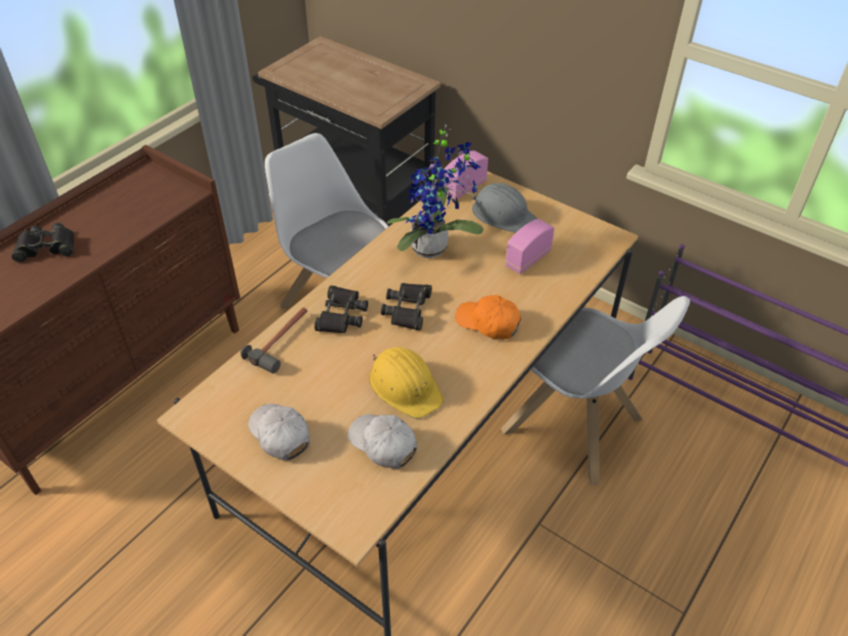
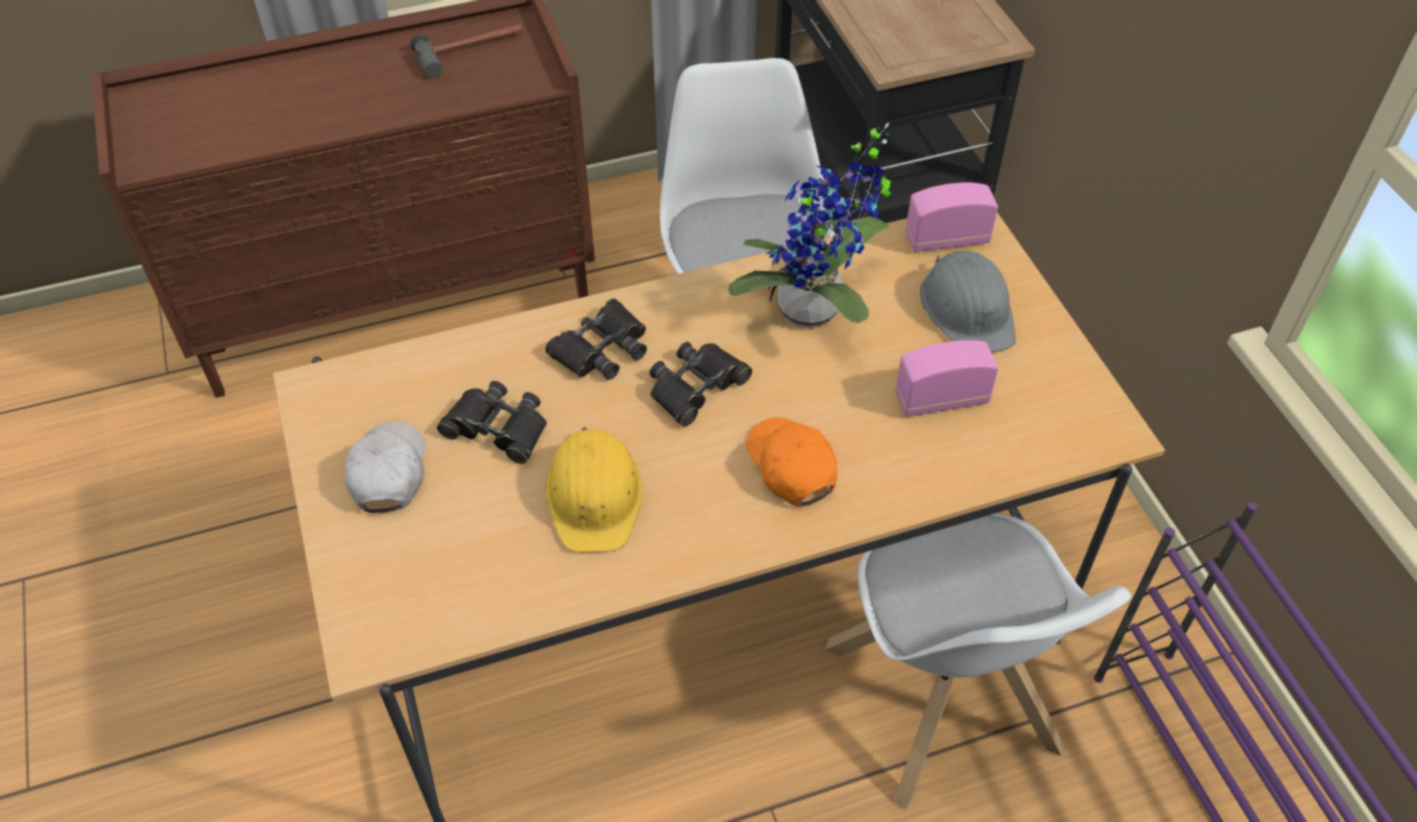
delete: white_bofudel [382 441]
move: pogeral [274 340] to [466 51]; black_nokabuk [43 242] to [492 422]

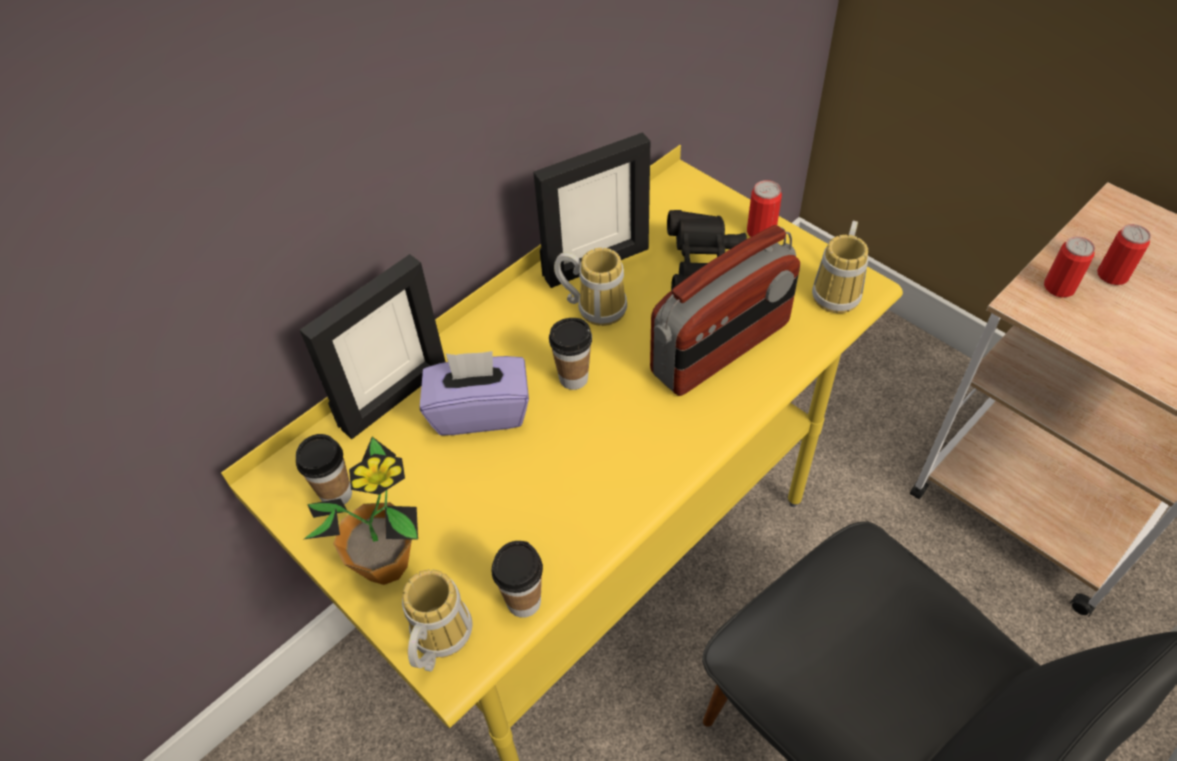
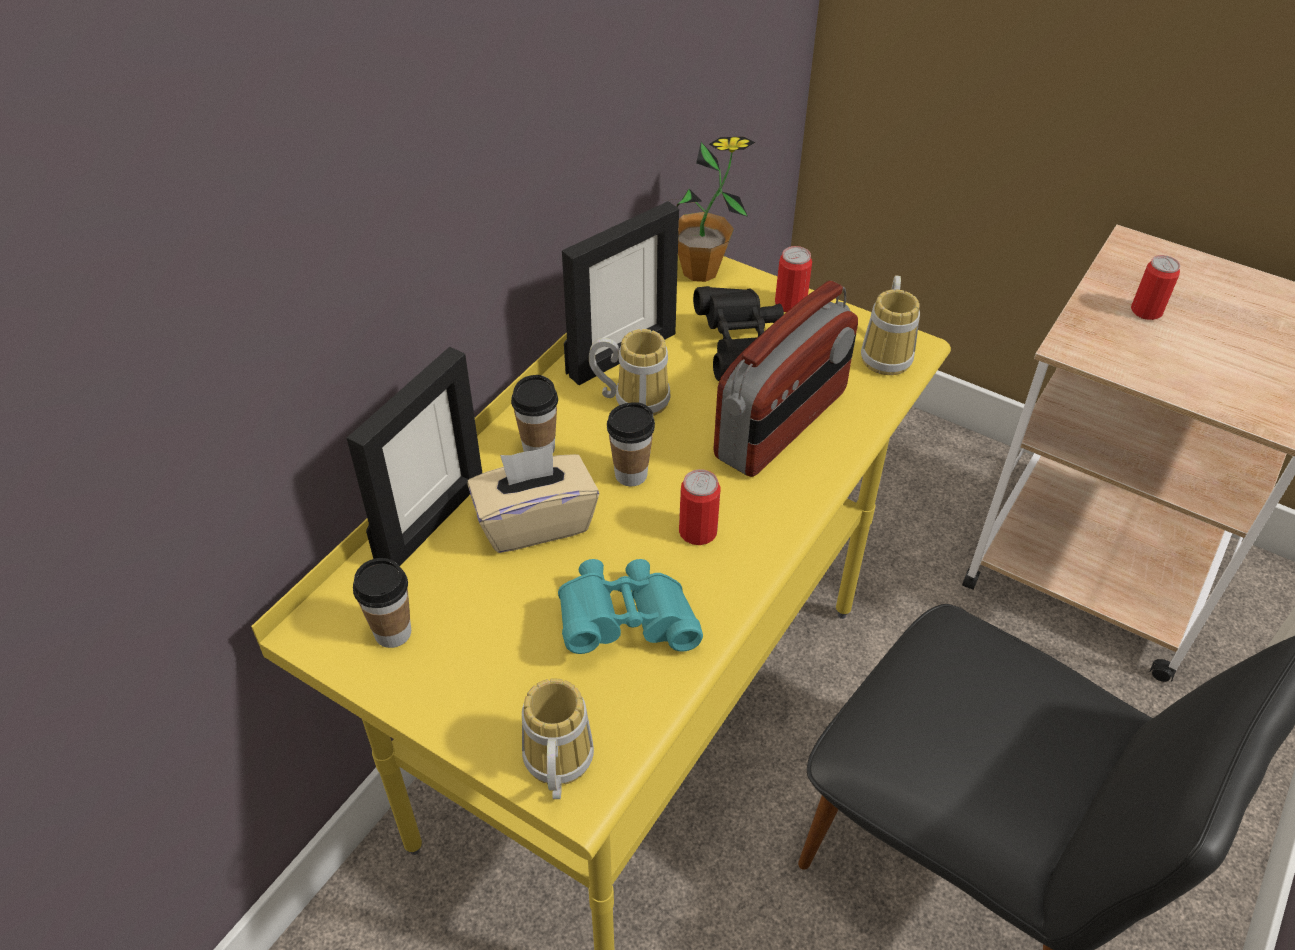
insert: turquoise_nokabuk [630 606]
move: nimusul [517 579] to [534 413]; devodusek [361 511] to [709 209]; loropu [1069 266] to [700 507]
recolor: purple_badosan [474 393] to beige_badosan [533 499]

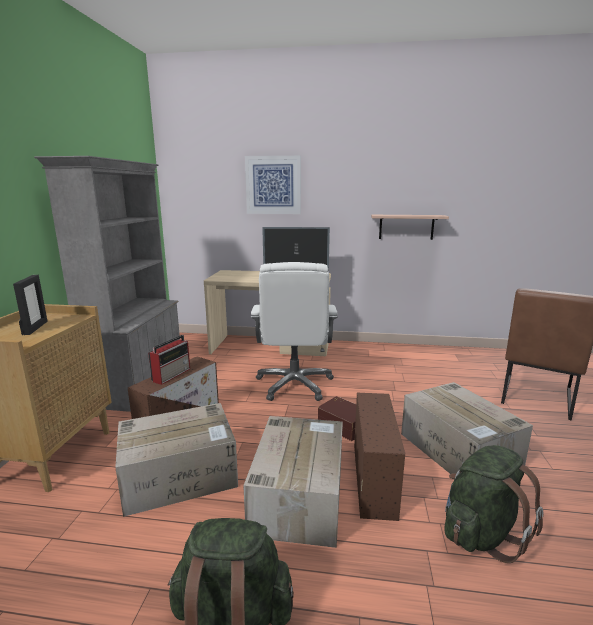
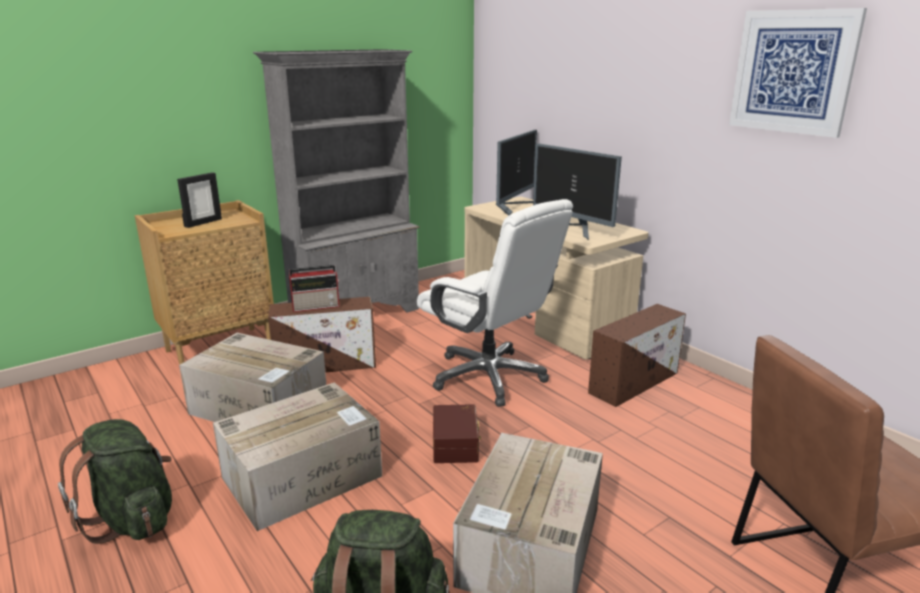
delete: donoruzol [410 227]
insert: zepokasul [516 173]
move: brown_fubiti [379 457] to [637 355]; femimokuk [273 184] to [798 73]
rotate: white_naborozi [294 331] = [495 303] 90 degrees counterclockwise

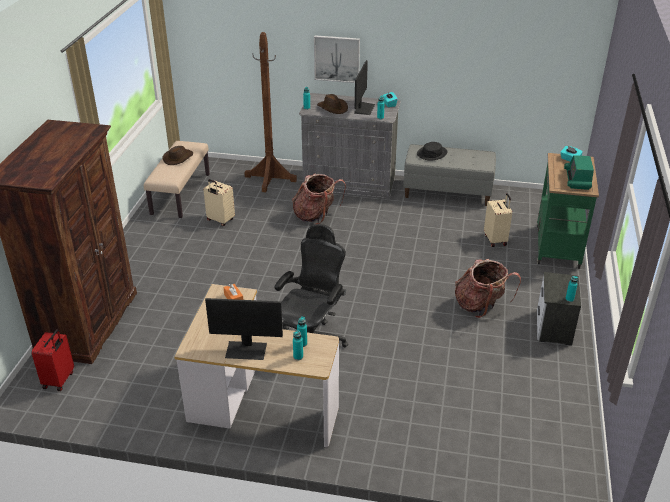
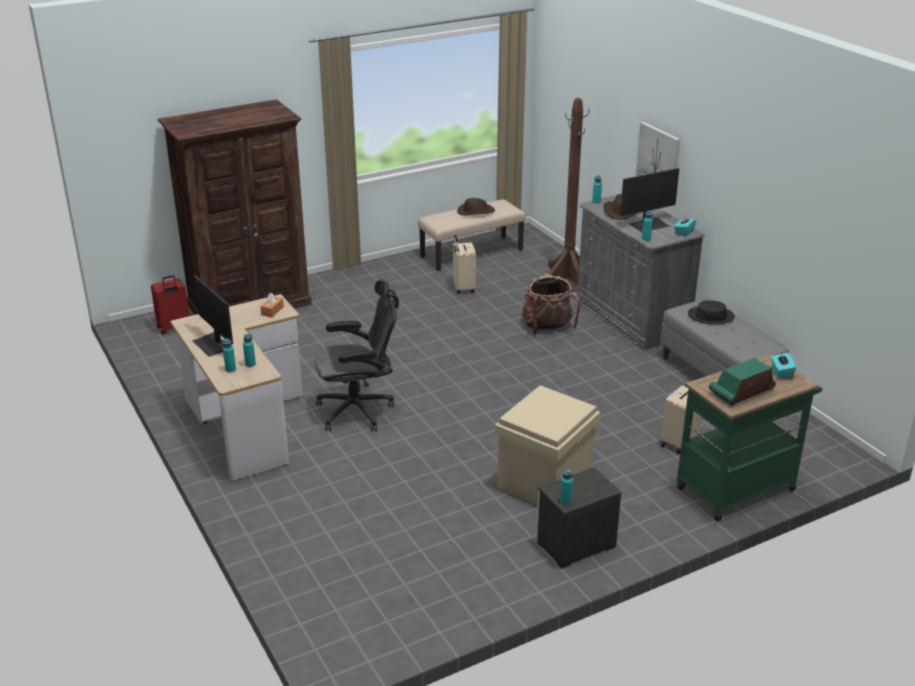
replace: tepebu [488 288] to beige_fubiti [547 445]

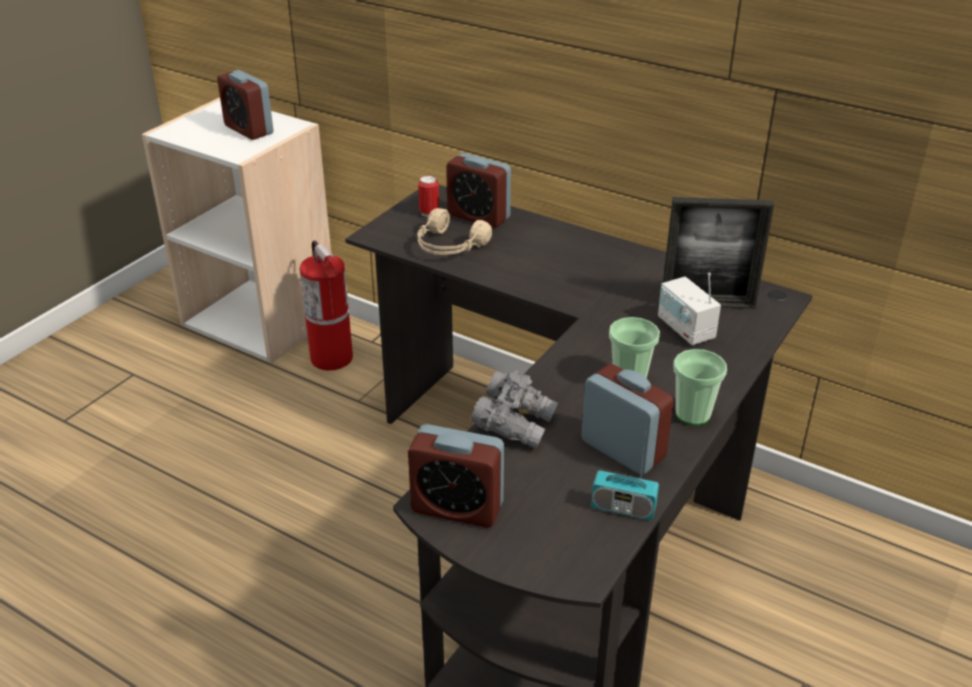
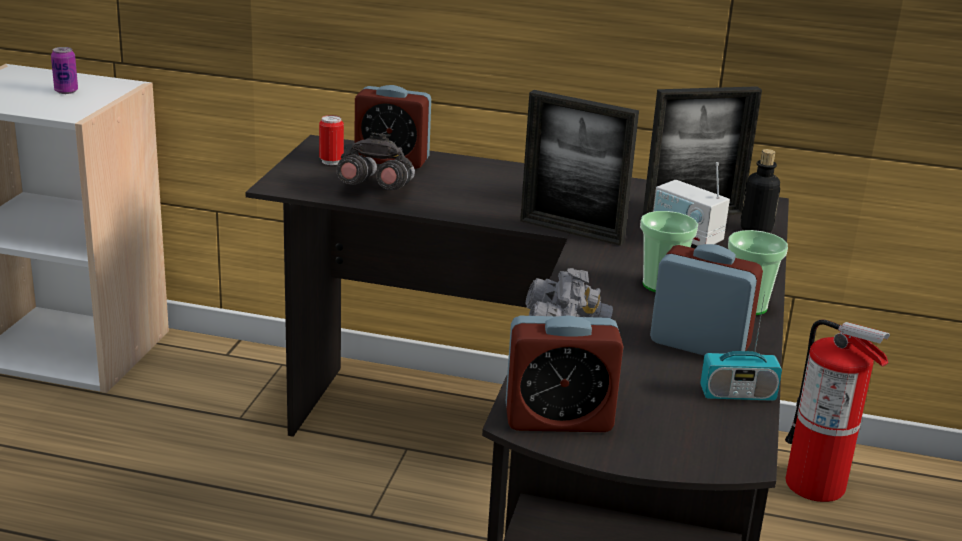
insert: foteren [579 168]; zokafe [760 191]
move: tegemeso [326 305] to [837 410]
replace: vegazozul [245 105] to loropu [64 70]; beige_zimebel [454 231] to grey_nokabuk [375 162]

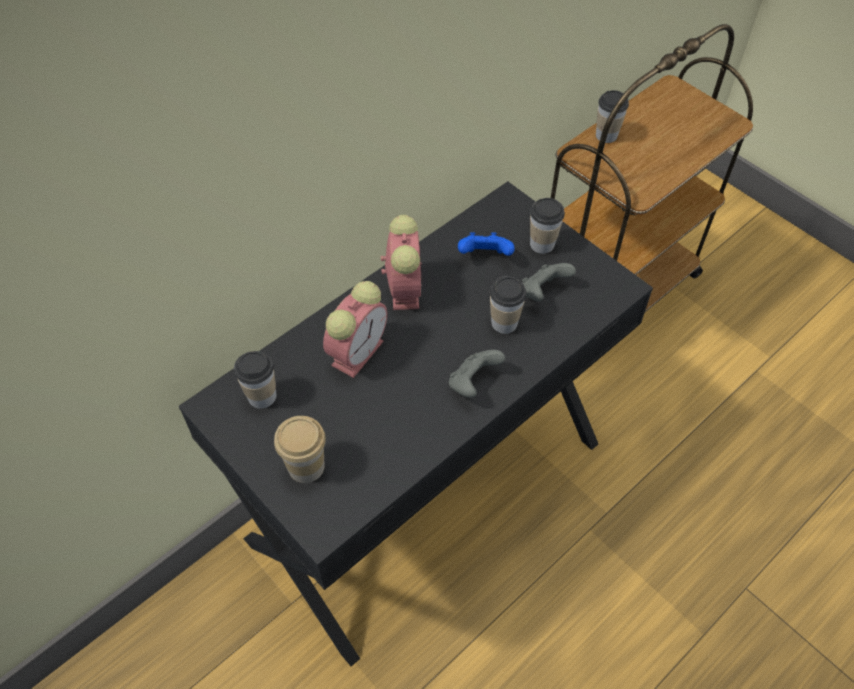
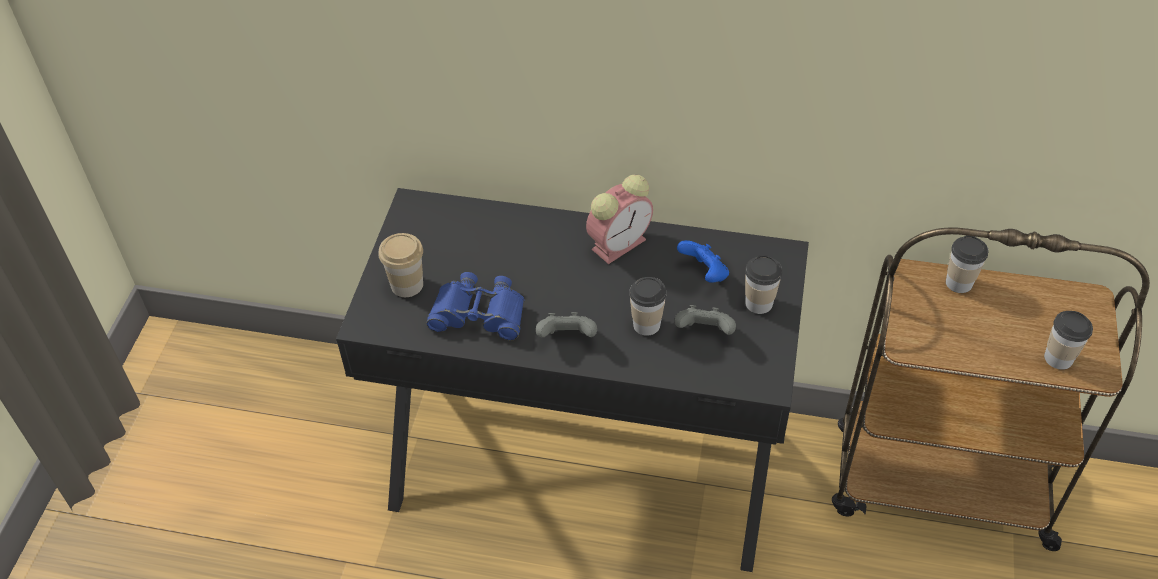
delete: vegazozul [355 329]
insert: blue_nokabuk [475 306]
move: nimusul [255 380] to [1068 340]

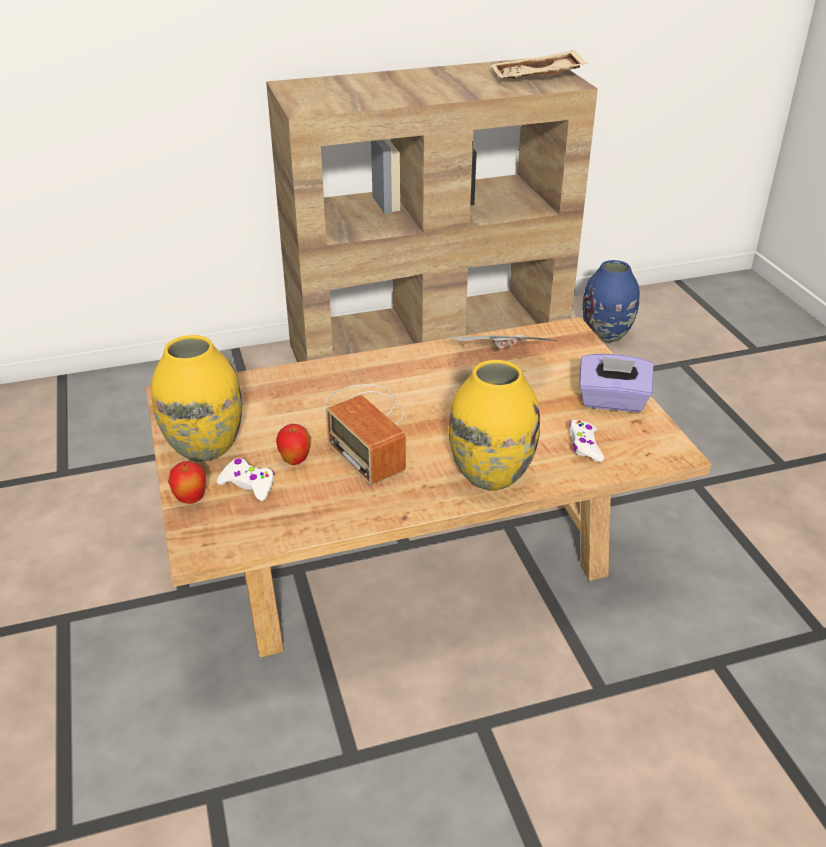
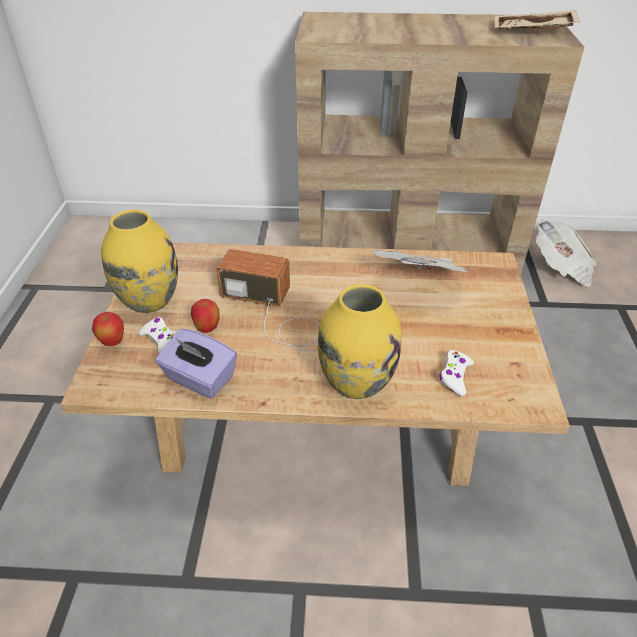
move: purple_badosan [616 383] to [196 363]
replace: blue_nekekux [611 301] to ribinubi [566 253]
rotate: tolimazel [364 434] = [271 300] 120 degrees clockwise

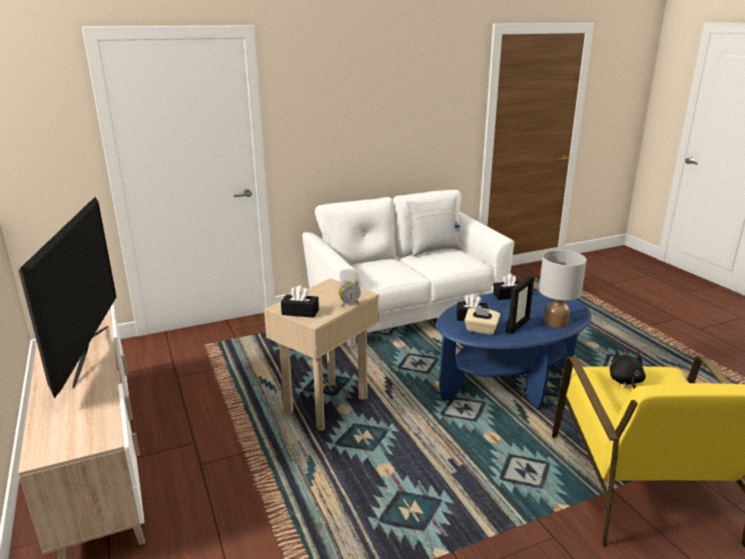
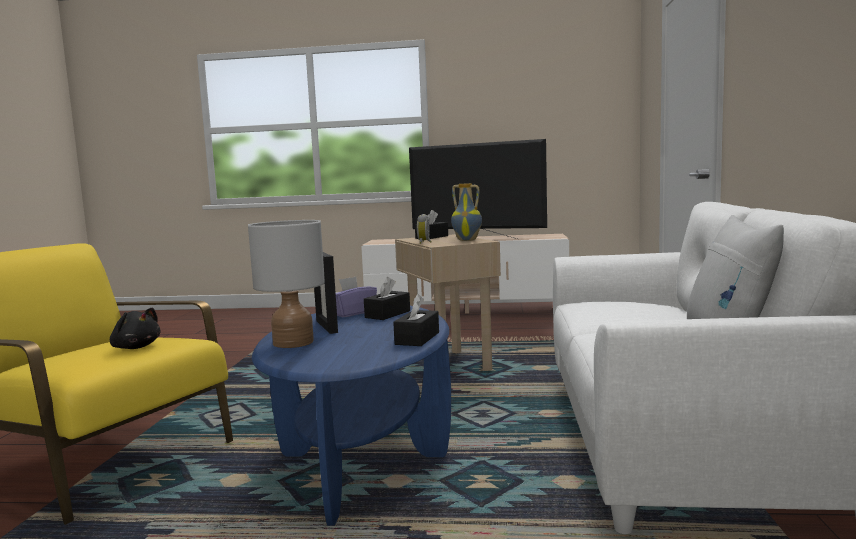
insert: nekekux [466 212]
recolor: beige_badosan [482 321] to purple_badosan [356 297]

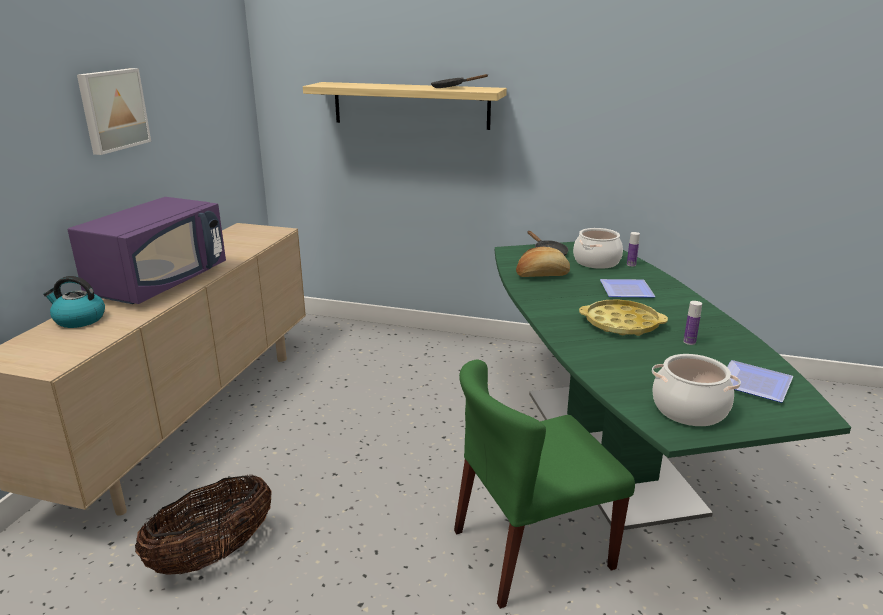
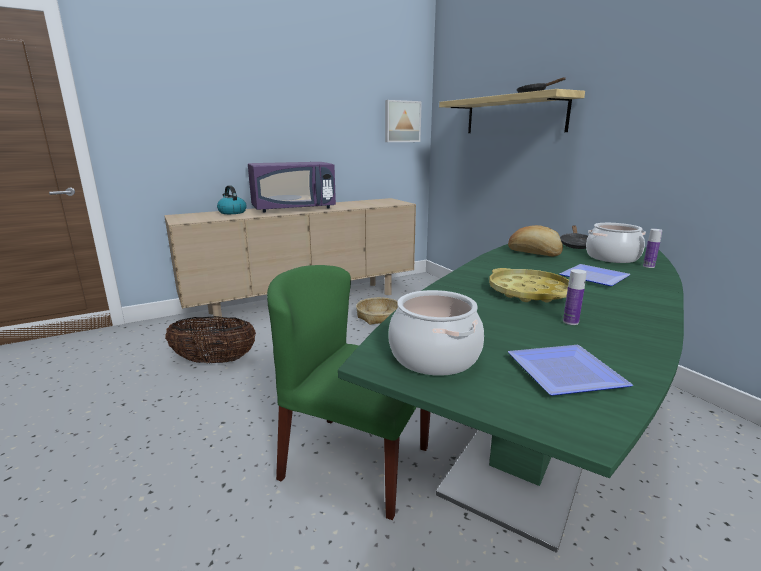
insert: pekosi [377 311]
move: femimokuk [114 111] to [403 121]

